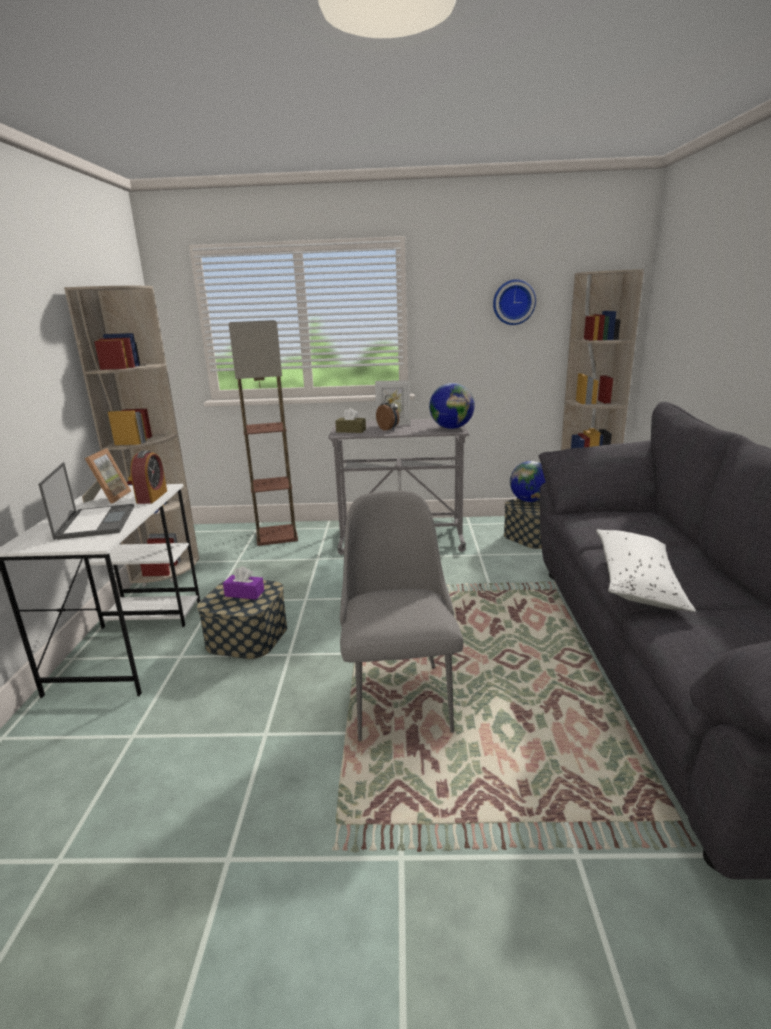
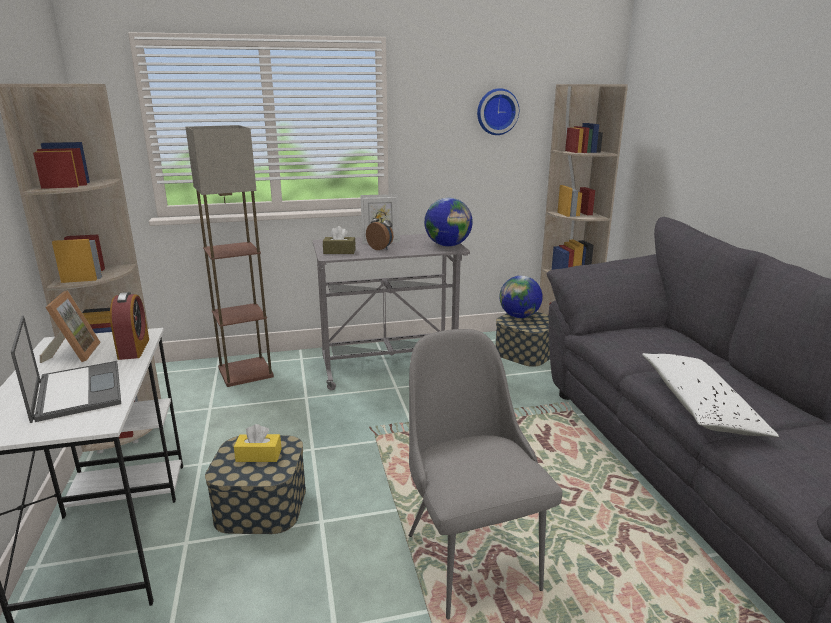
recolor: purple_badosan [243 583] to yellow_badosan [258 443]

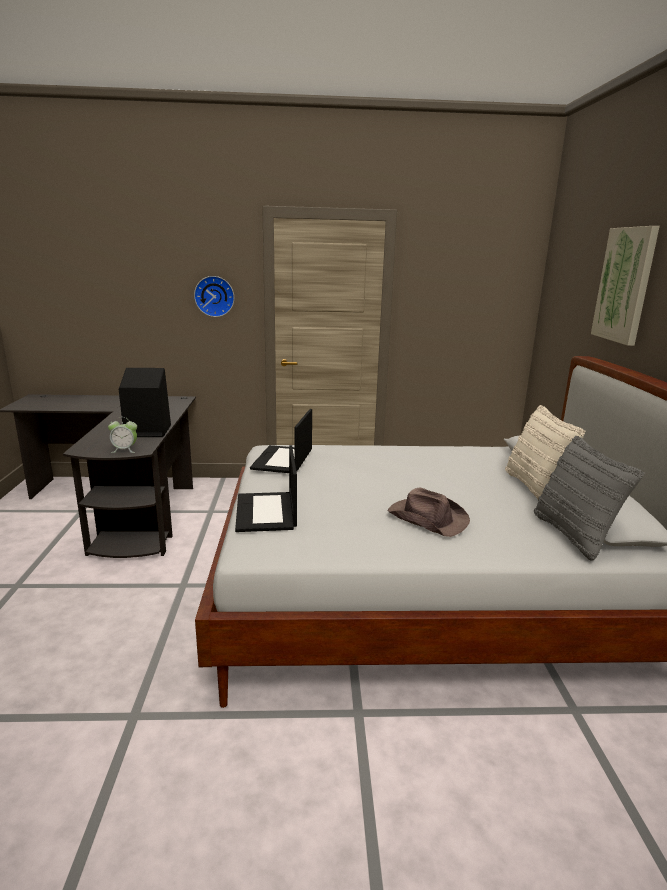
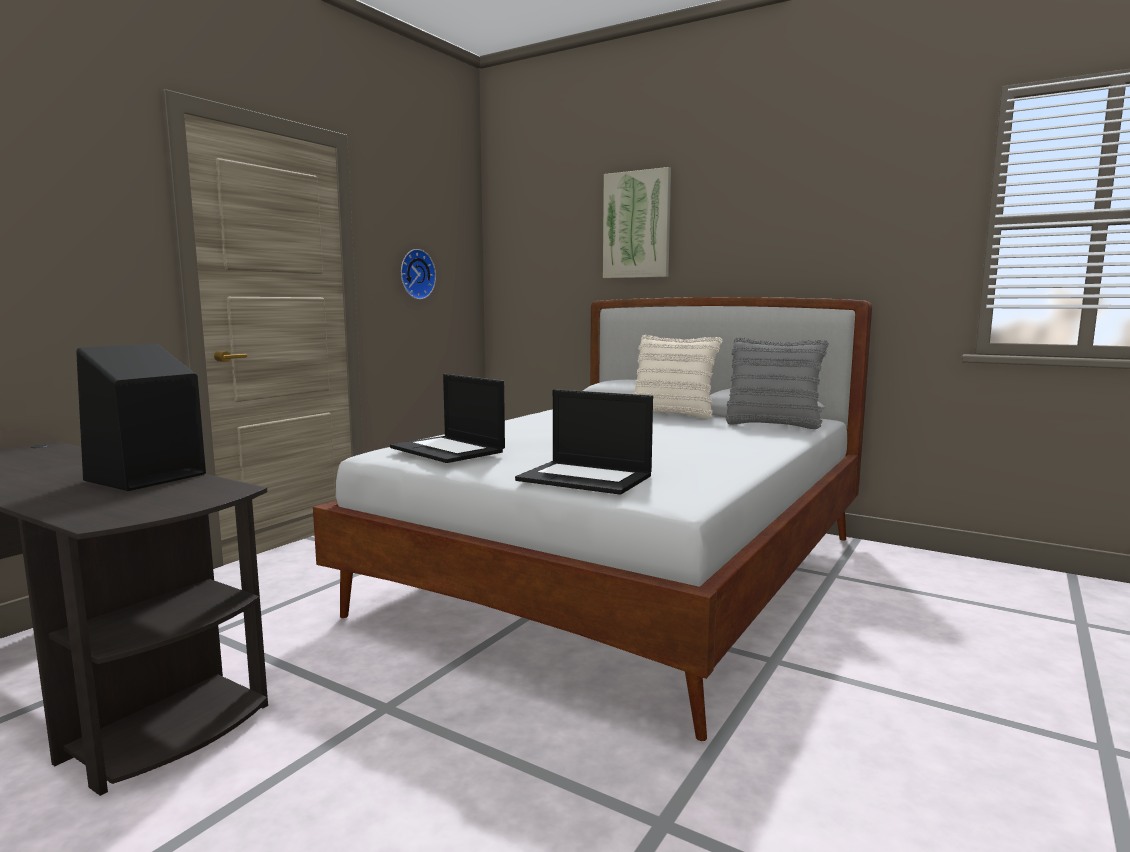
delete: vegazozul [122 435]; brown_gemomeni [429 512]
move: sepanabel [214 296] to [418 274]

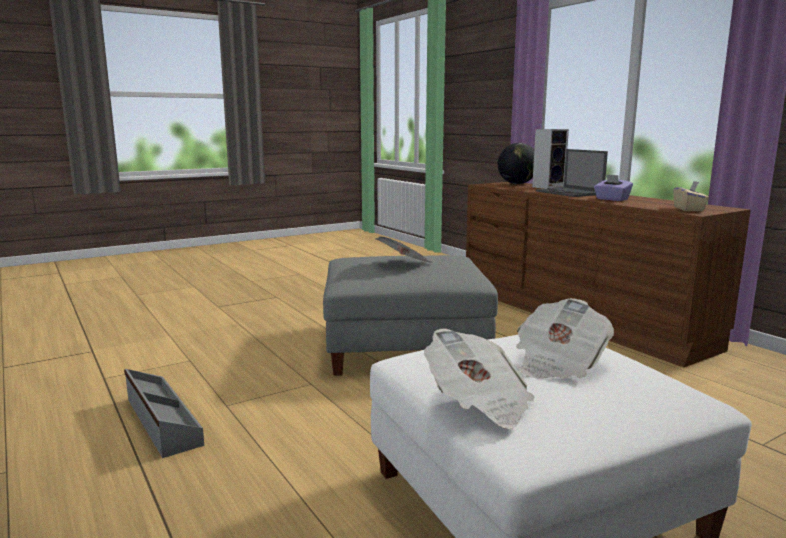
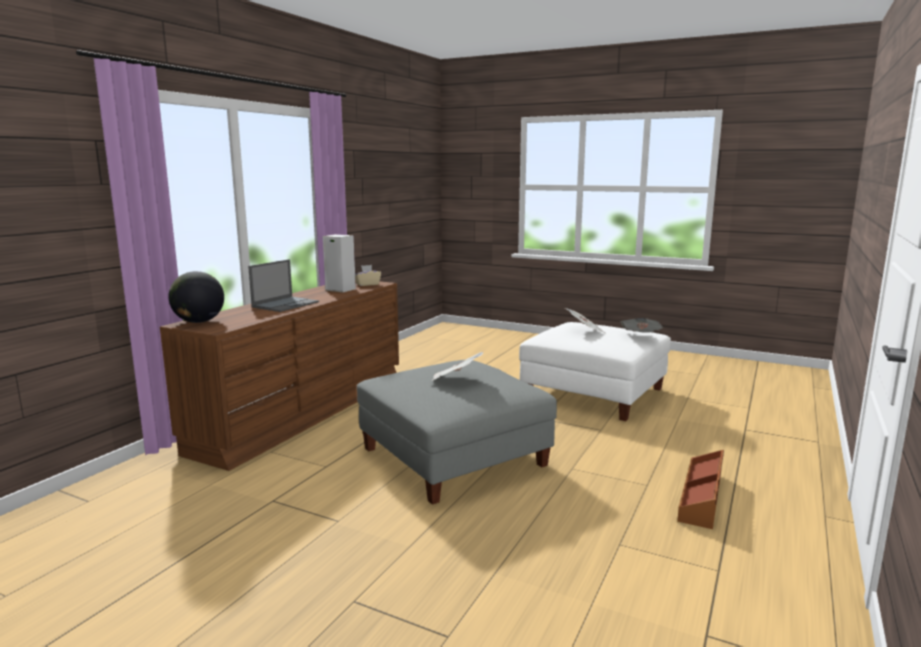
delete: purple_badosan [613 187]
move: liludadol [550 159] to [339 263]
recolor: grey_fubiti [164 413] to brown_fubiti [700 489]

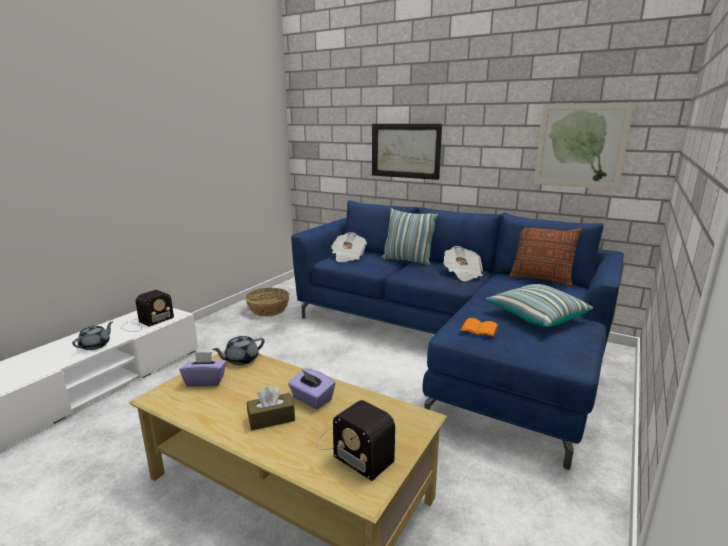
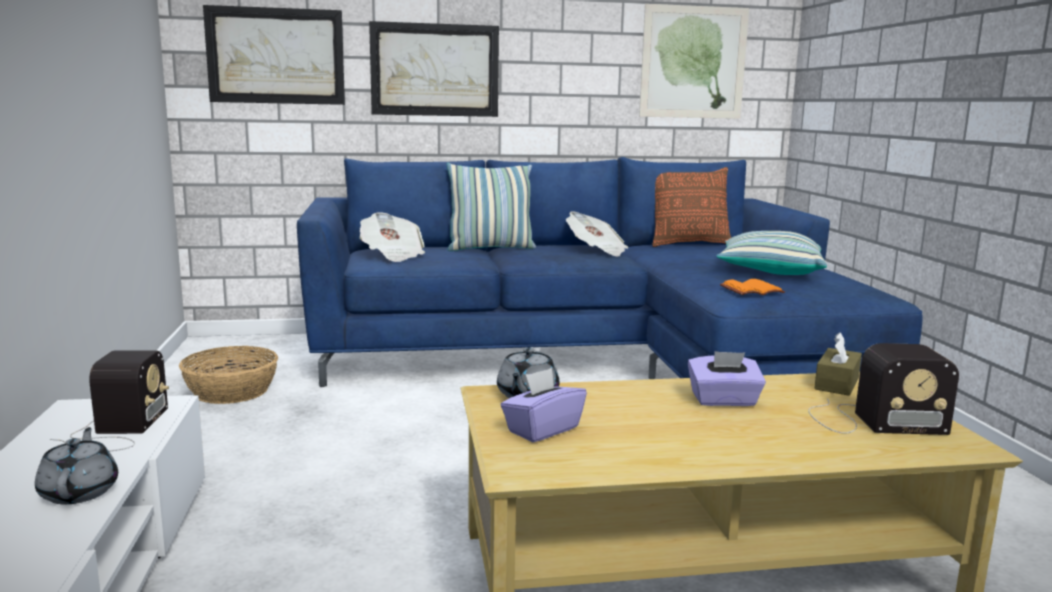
insert: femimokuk [274 55]
move: brown_badosan [271 408] to [838 364]

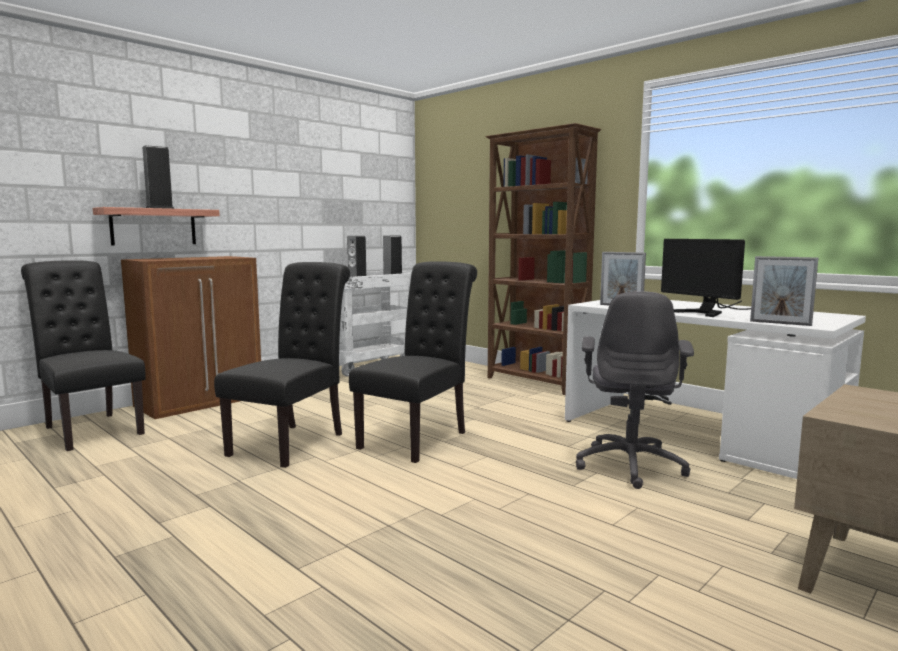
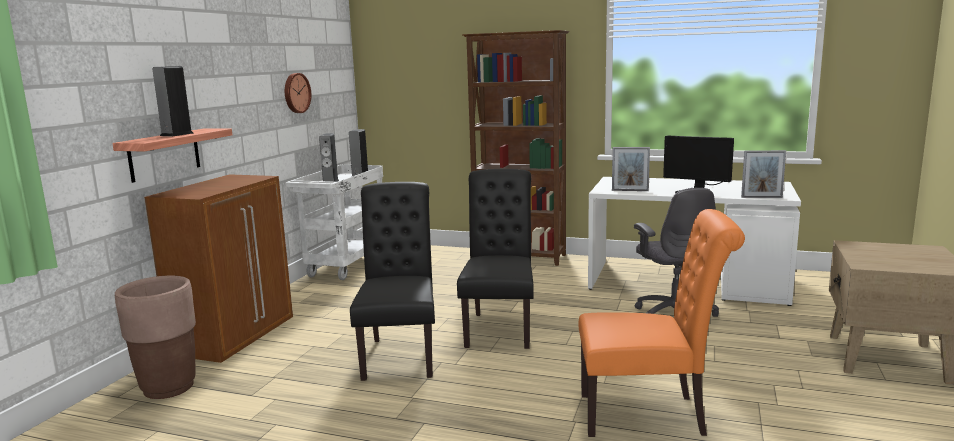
insert: sepanabel [298 93]; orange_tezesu [662 323]
replace: black_tezesu [83 355] to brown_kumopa [155 337]

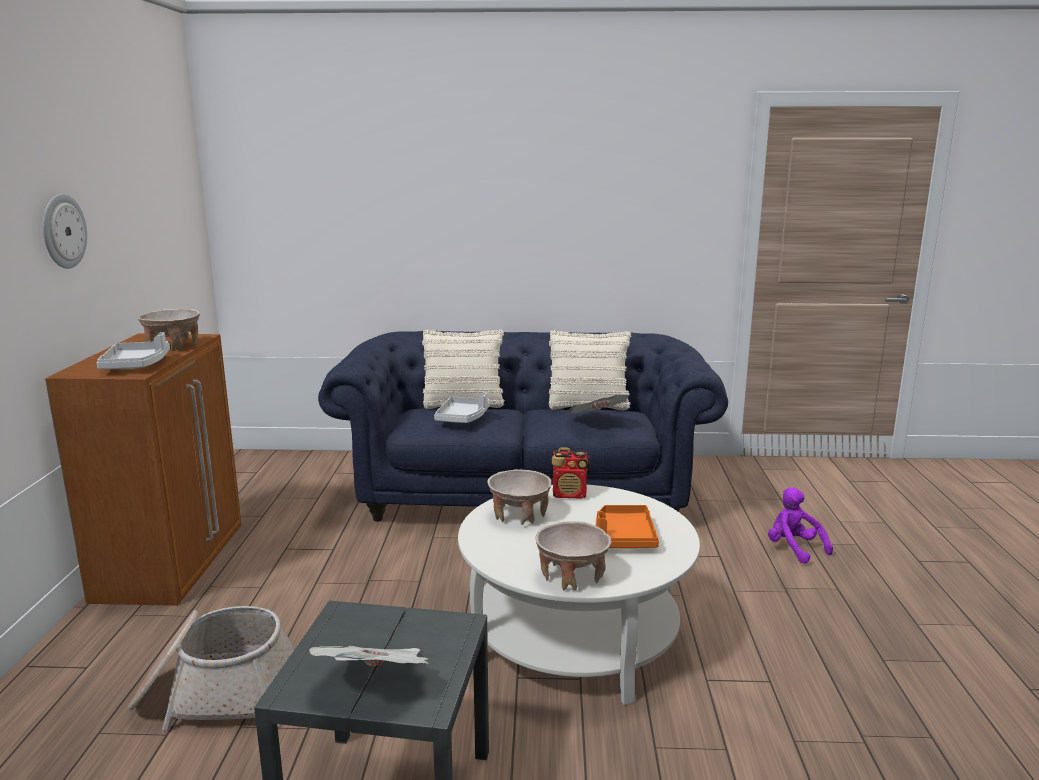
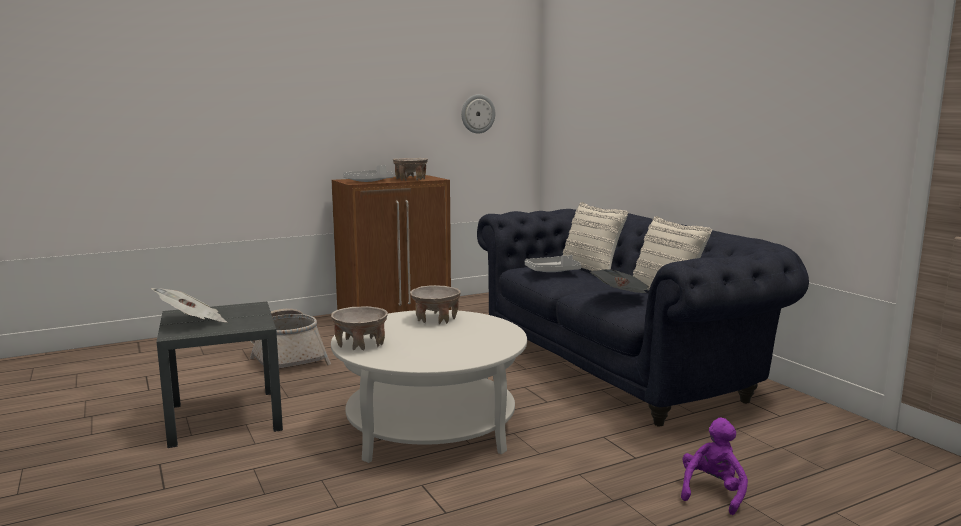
delete: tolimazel [571 473]; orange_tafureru [627 526]
move: sepanabel [65 231] to [478 114]

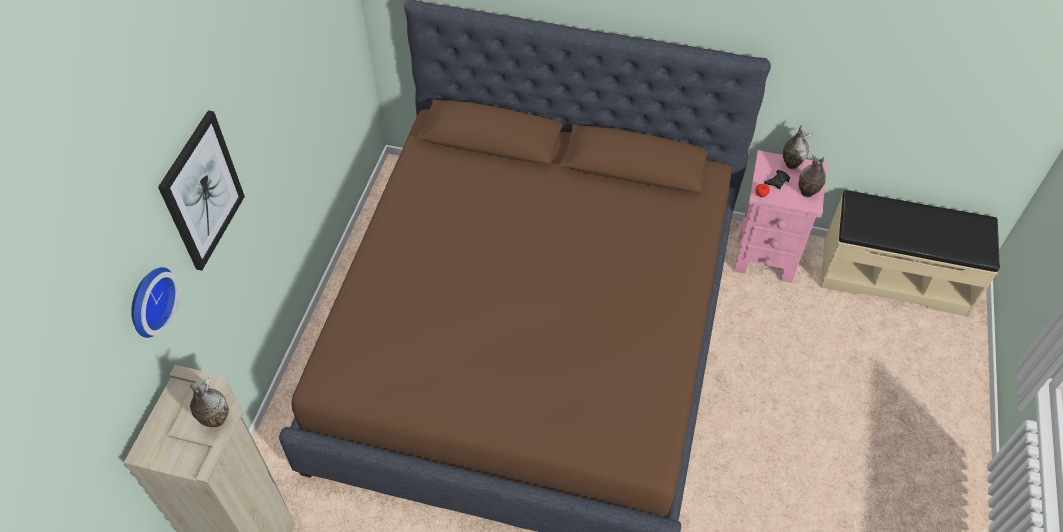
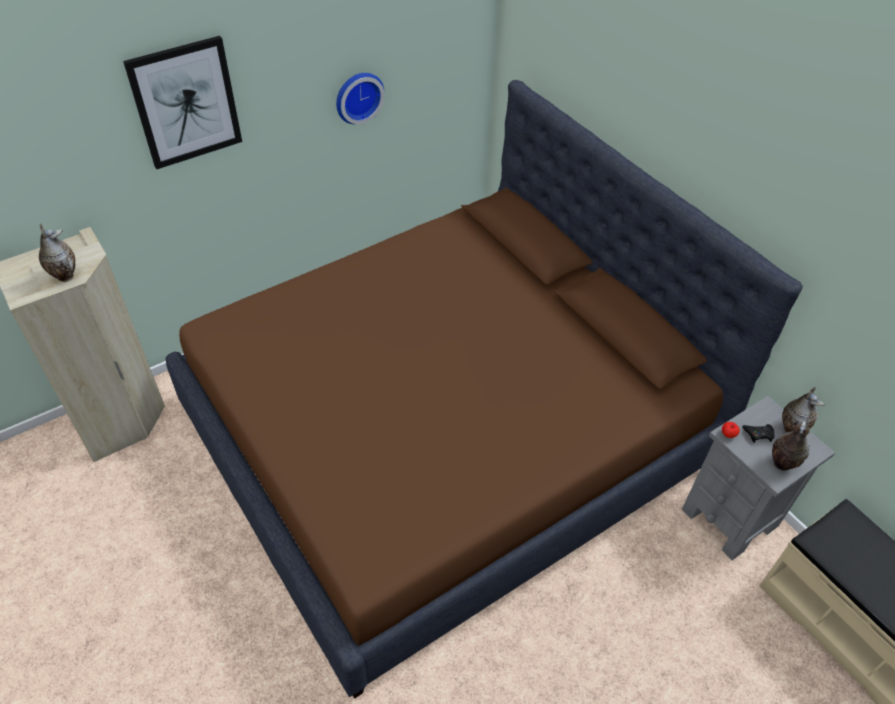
move: sepanabel [155 302] to [360 98]
recolor: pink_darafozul [780 216] to grey_darafozul [758 478]

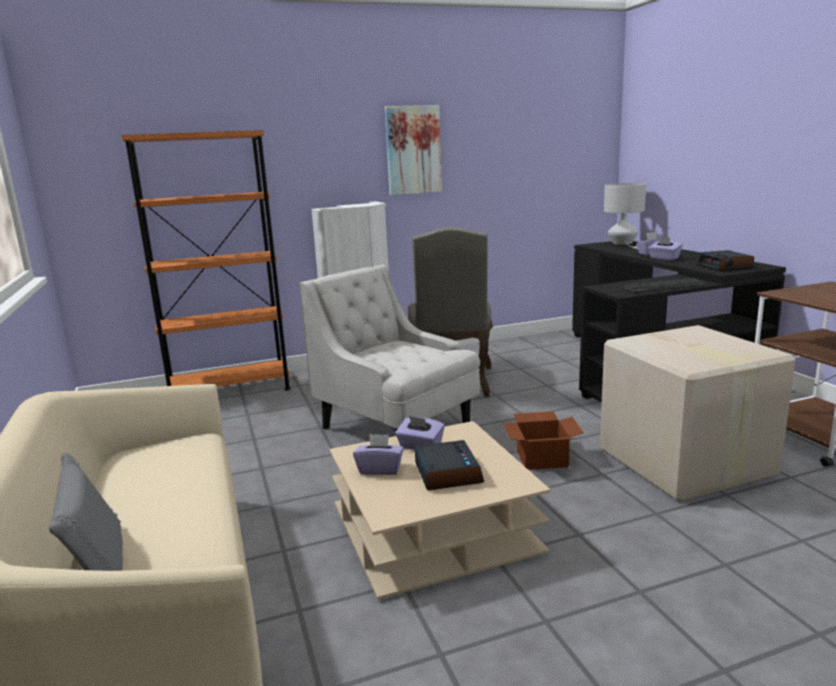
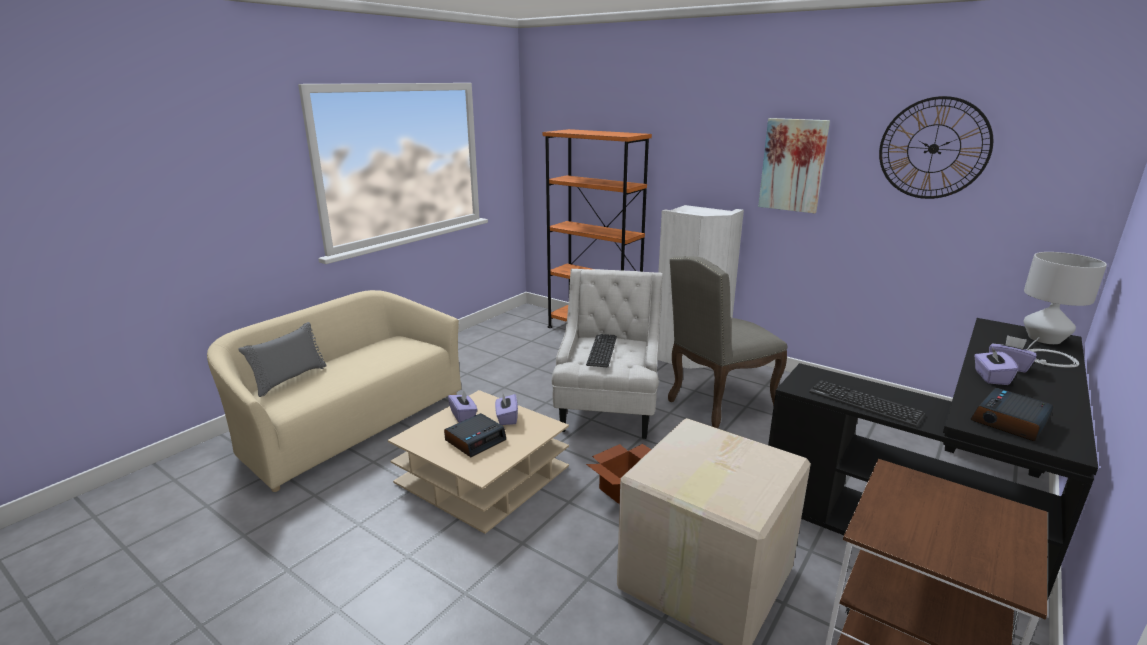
insert: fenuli [601 350]; sepanabel [936 147]

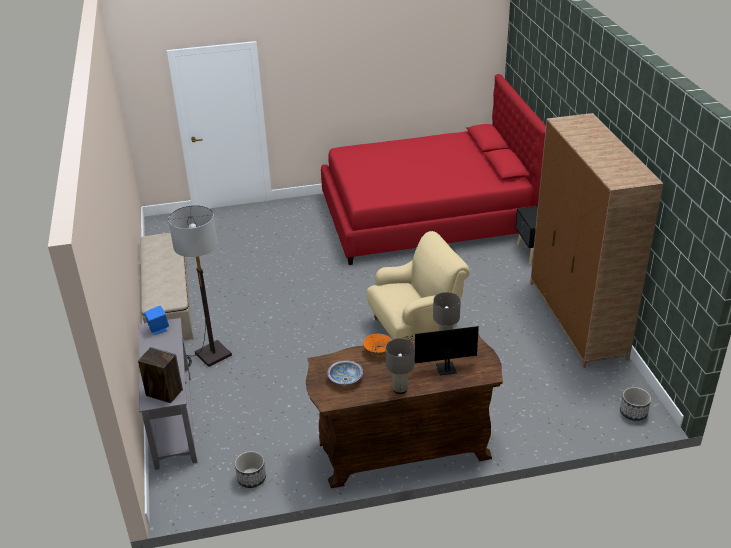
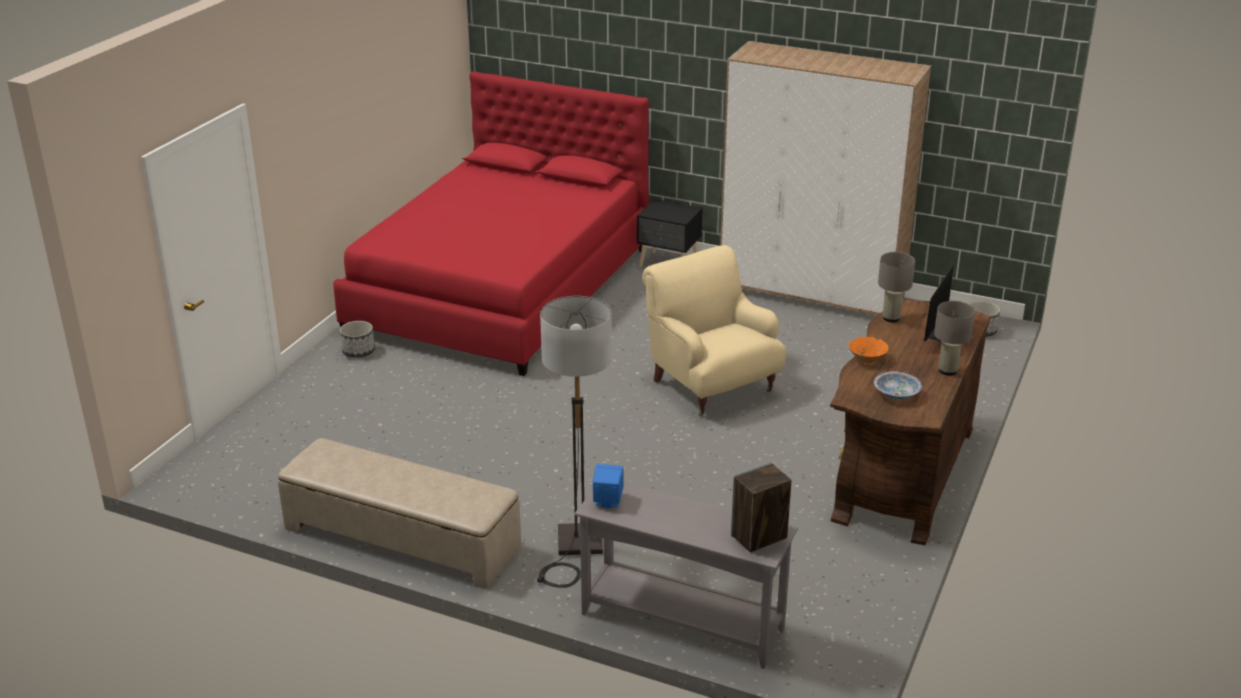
move: kumopa [250 469] to [357 339]
recolor: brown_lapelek [596 240] to white_lapelek [825 178]
rotate: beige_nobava [417 285] = [714 330] 45 degrees counterclockwise

